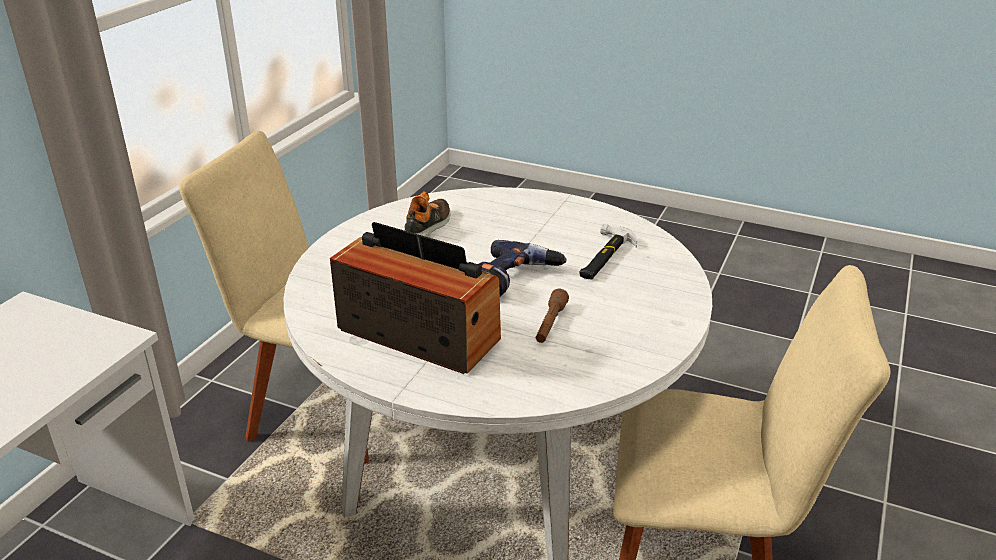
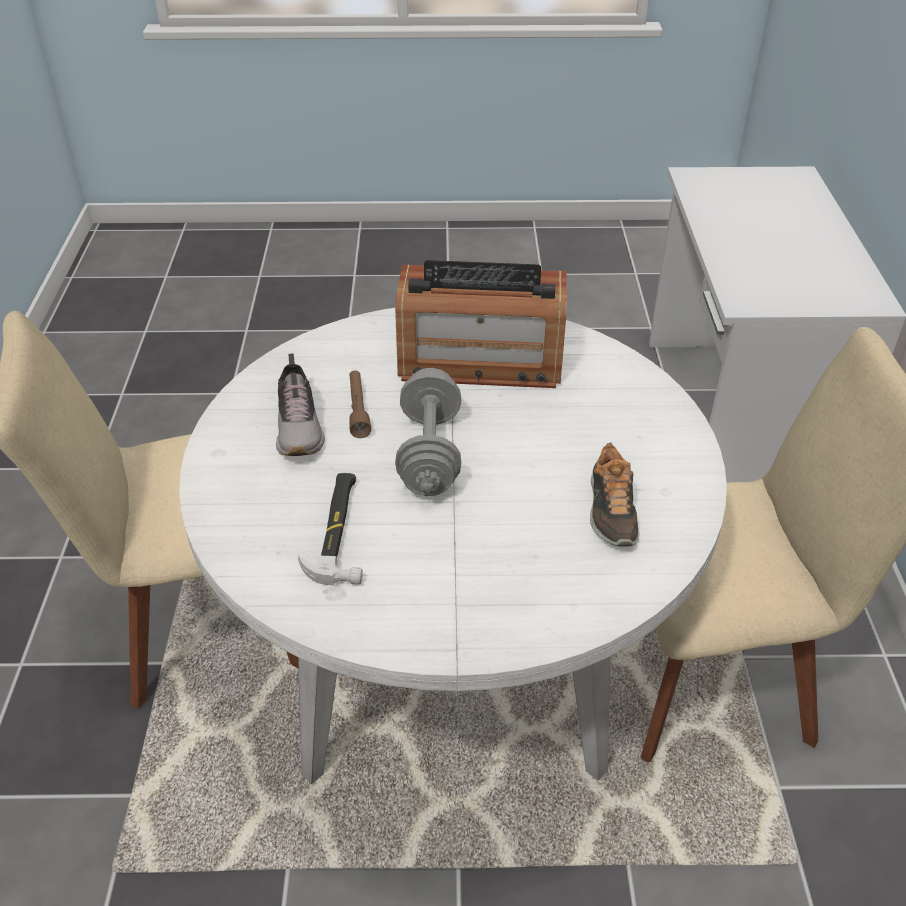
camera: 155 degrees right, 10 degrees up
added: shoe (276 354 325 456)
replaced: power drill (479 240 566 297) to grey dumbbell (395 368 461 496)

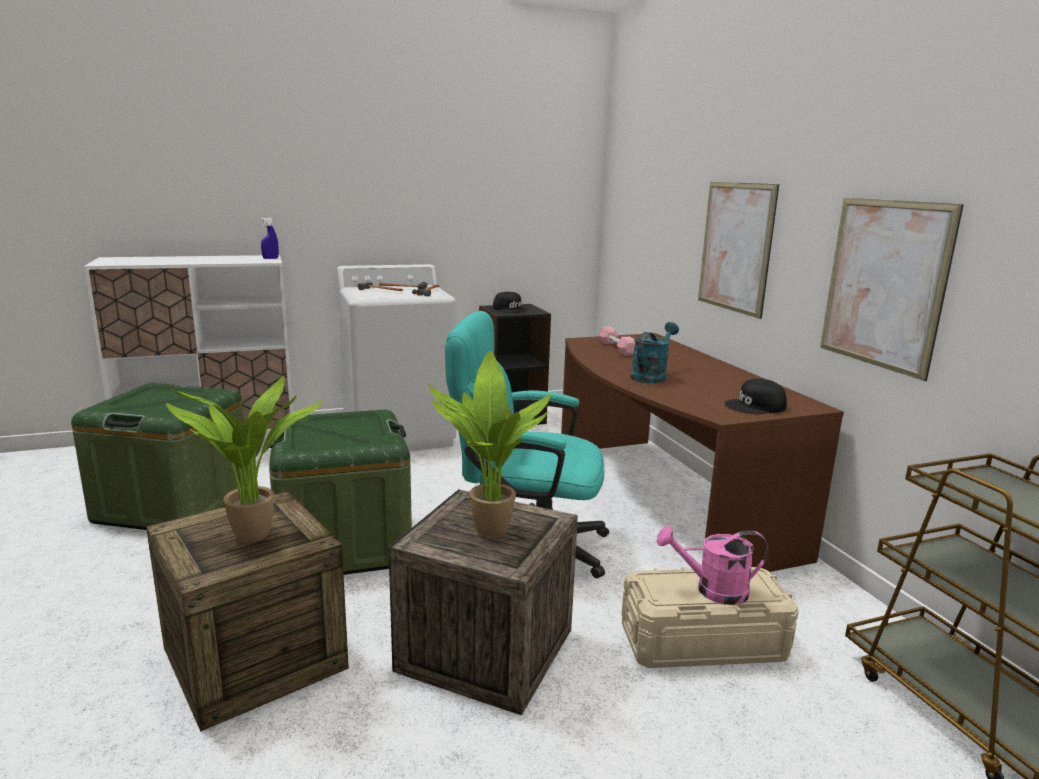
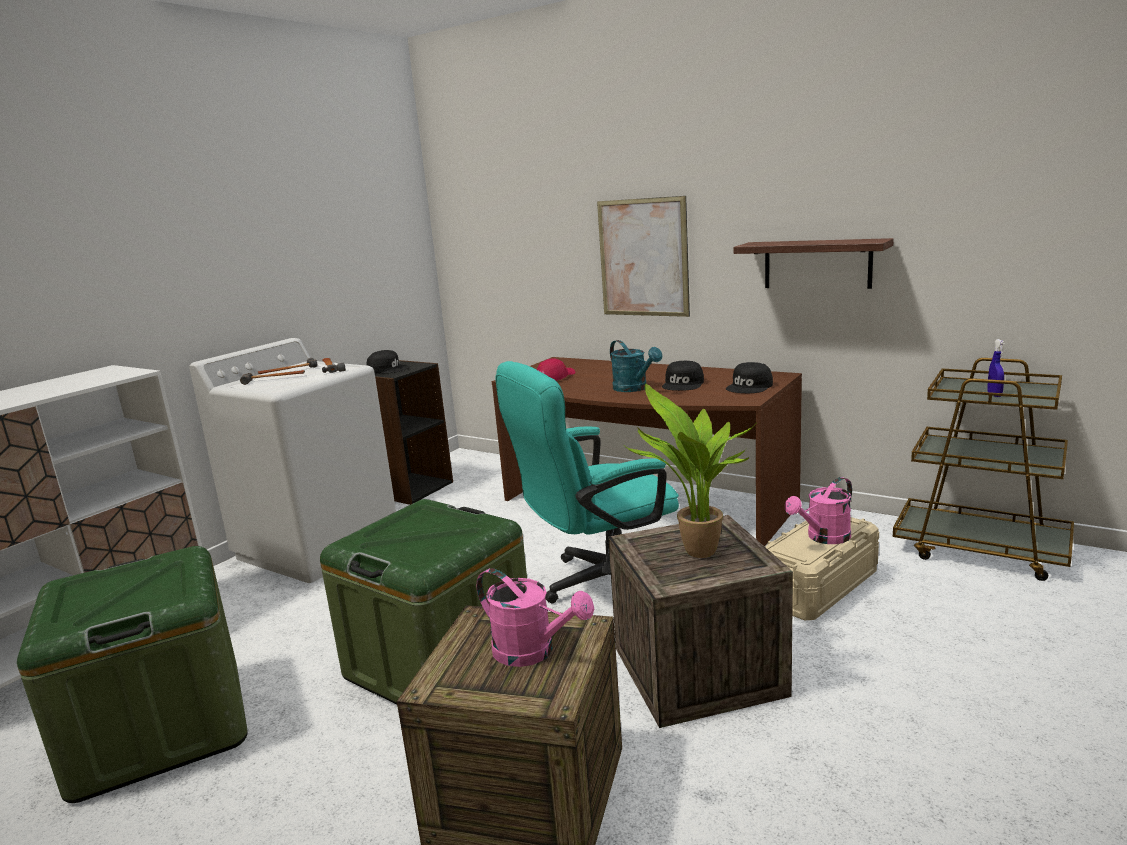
camera: 35 degrees left, 0 degrees up
added: black cap (662 361 704 391)
moved: blue spray bottle (261 217 279 259) to (987 339 1005 397)
replaced: potted plant (166 376 323 543) to pink watering can (477 568 594 667); pink dumbbell (599 327 635 356) to red cap (537 358 575 381); picture (820 198 964 381) to shelf (734 238 894 289)
turned: turquoise watering can (630 322 679 383) = (610 340 662 392) 150 degrees clockwise

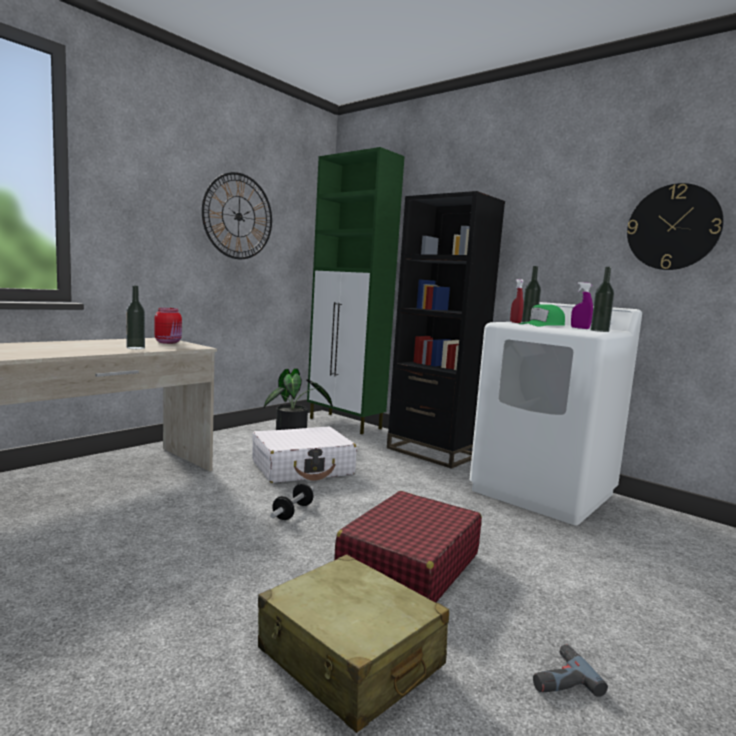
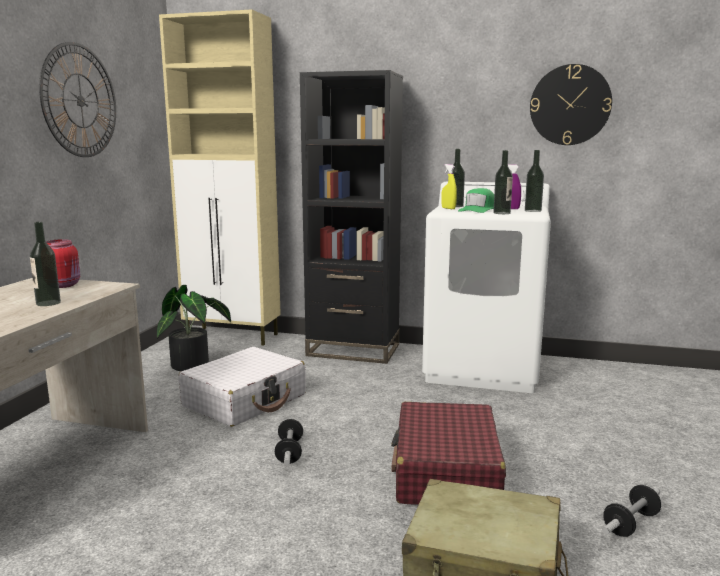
camera: 25 degrees left, 5 degrees up
added: bottle (493 150 513 214)
replaced: power drill (533 644 608 697) to dumbbell (602 485 661 537)
recoloured: green cabinet (307 147 405 434) to beige cabinet (159 9 281 345); red spray bottle (510 279 524 323) to yellow spray bottle (441 164 457 209)

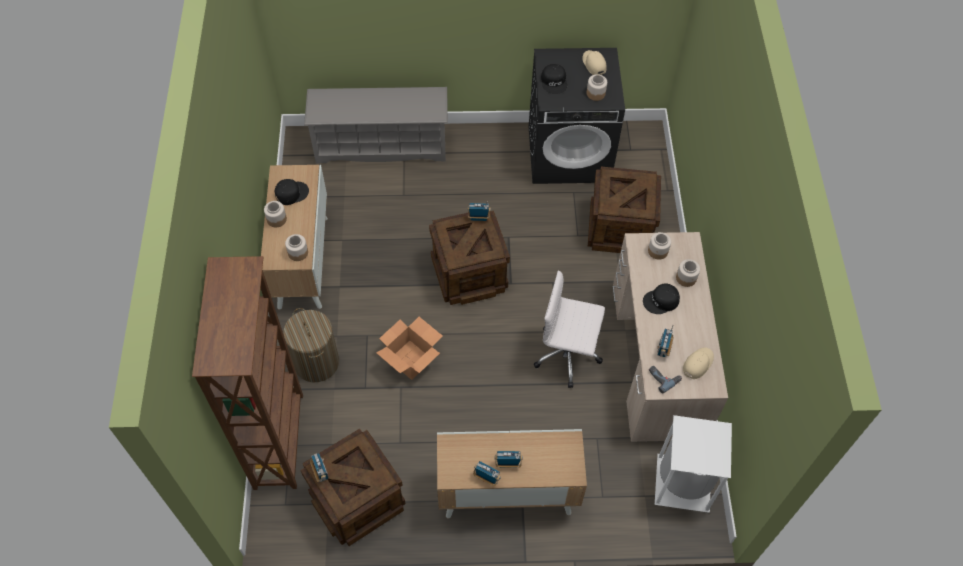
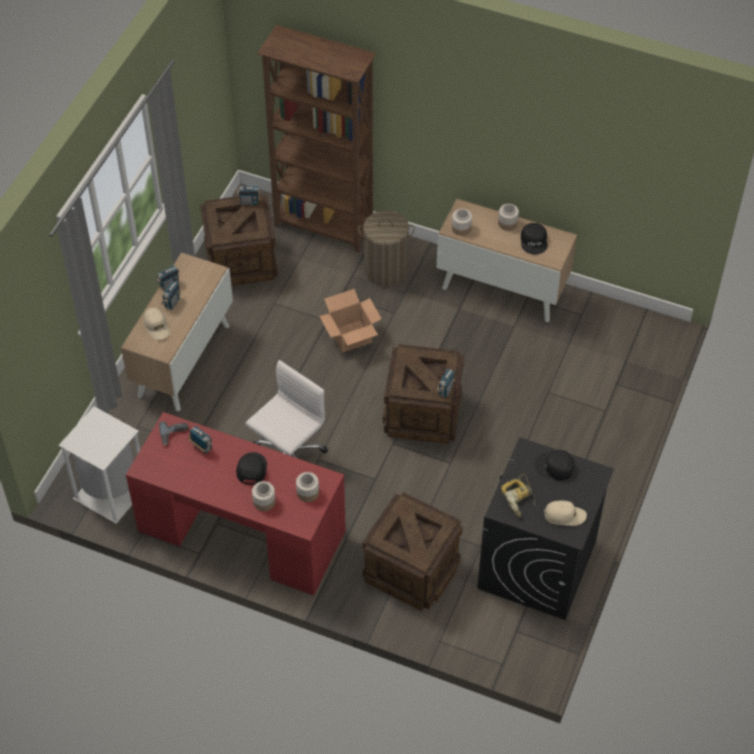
camera: 115 degrees right, 5 degrees down
removed: grey shoe rack (304 87 448 164)
moved: beige cap (683 347 714 379) to (144 308 170 340)
replaced: jar (587 74 607 101) to power drill (501 474 535 517)
recoloured: beige desk (613 232 728 442) to red desk (126 412 346 596)

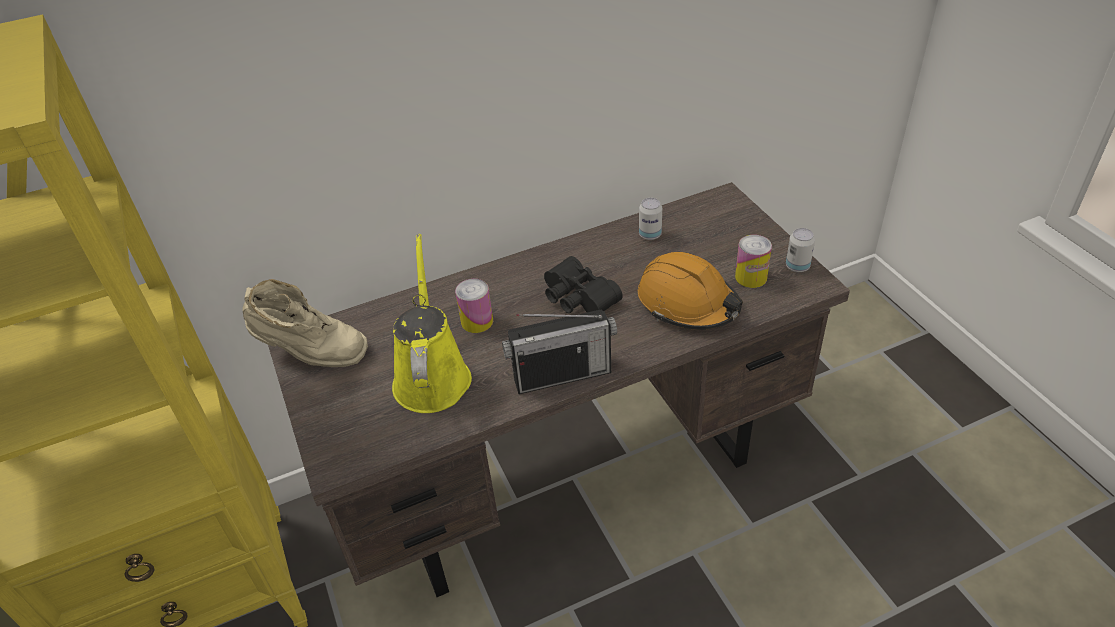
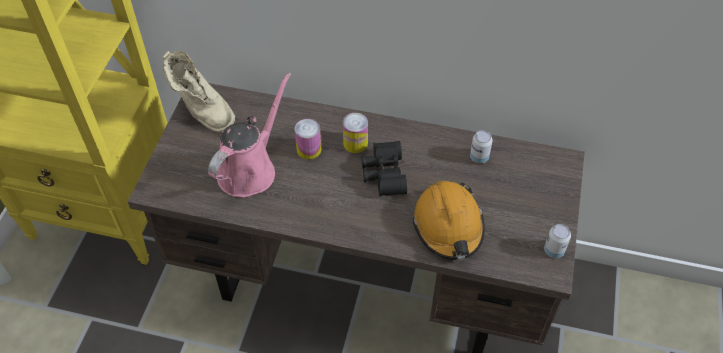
camera: 35 degrees right, 10 degrees up
removed: radio (502 310 617 394)
moved: can (735 235 772 288) to (343 113 368 153)
recoloured: yellow watering can (392 234 472 413) to pink watering can (208 72 291 198)

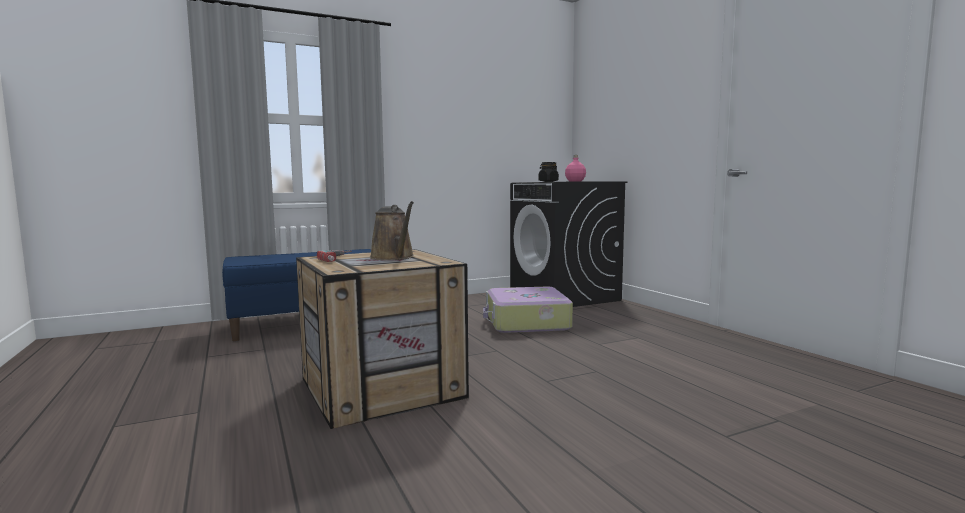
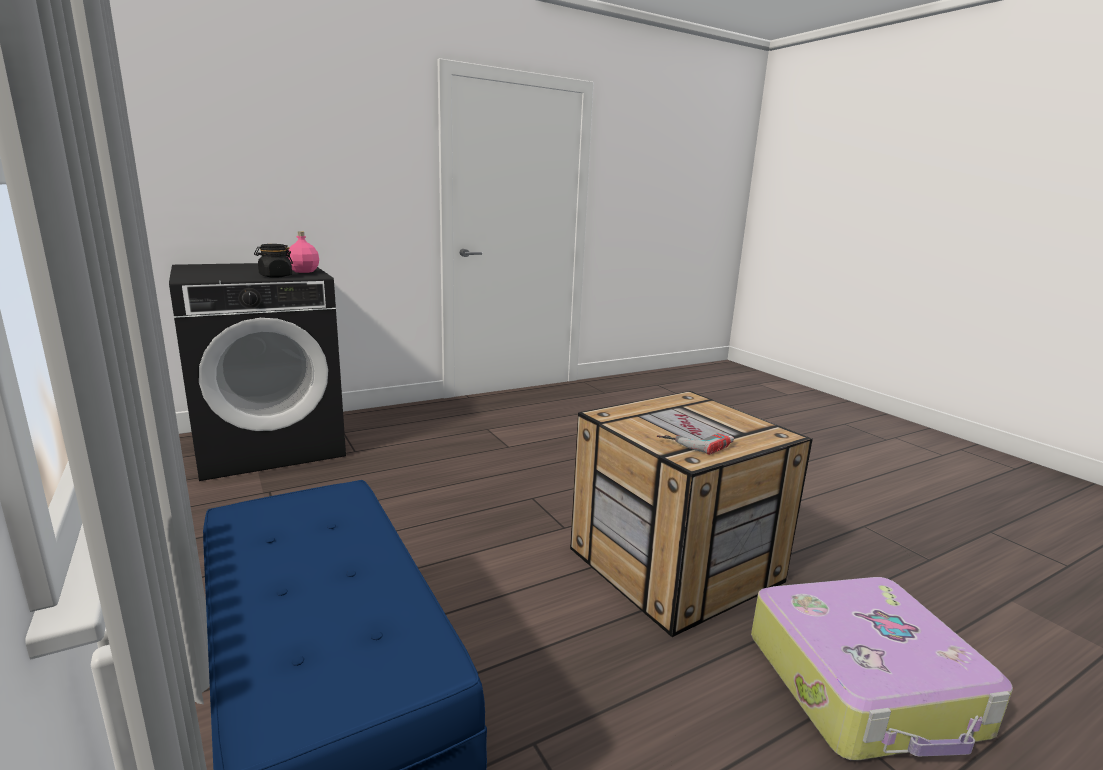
camera: 95 degrees left, 10 degrees up
removed: brown watering can (370 201 414 260)
moved: suitcase (483 287 573 333) to (751 577 1013 761)

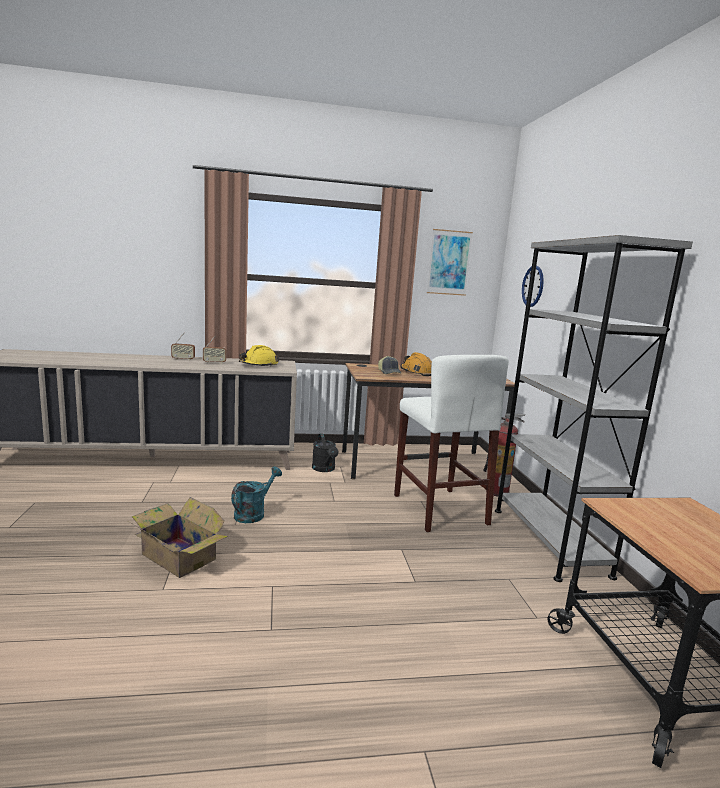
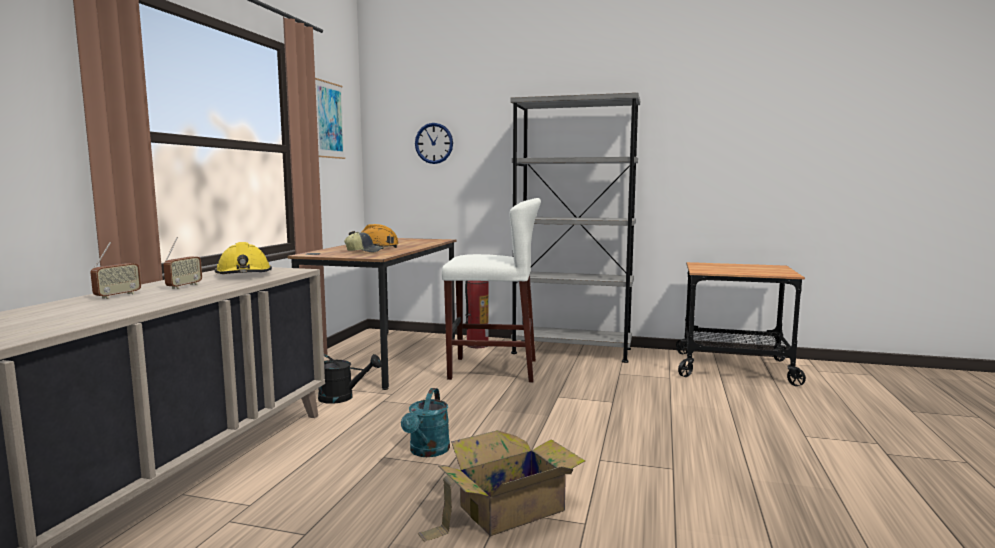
camera: 65 degrees left, 5 degrees down
turned: turquoise watering can (231 466 282 523) = (401 388 450 457) 135 degrees counterclockwise

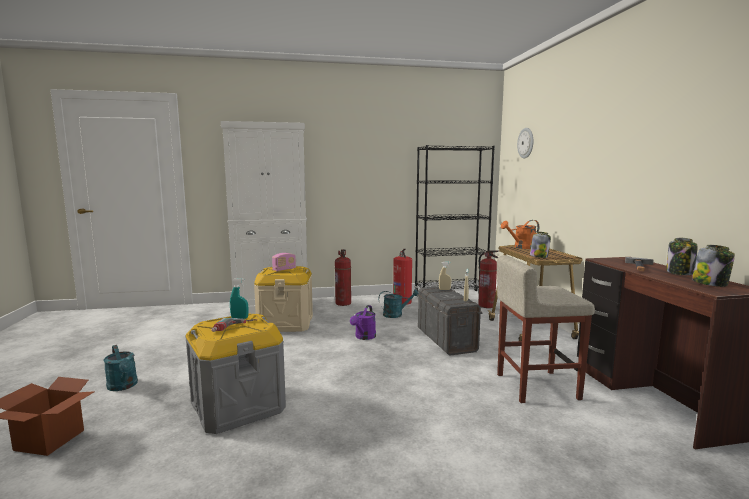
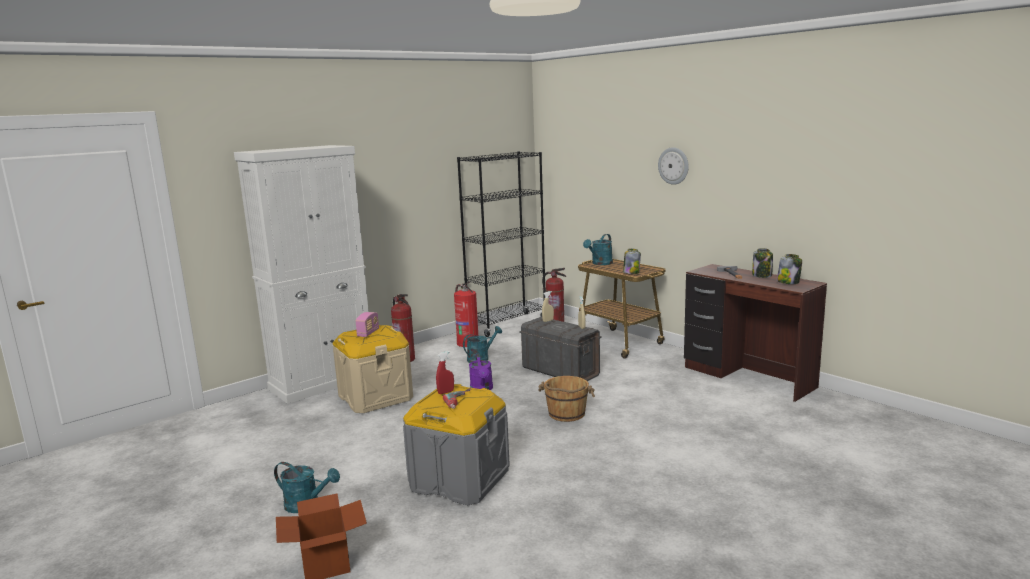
camera: 30 degrees left, 5 degrees up
removed: beige stool (497 255 595 403)
added: brown bucket (538 376 595 422)
moved: wall clock (517 128 533 158) to (658 147 689 185)
recoloured: turquoise spray bottle (230 279 248 319) to red spray bottle (436 351 454 394); orange watering can (501 220 539 249) to turquoise watering can (583 234 613 265)

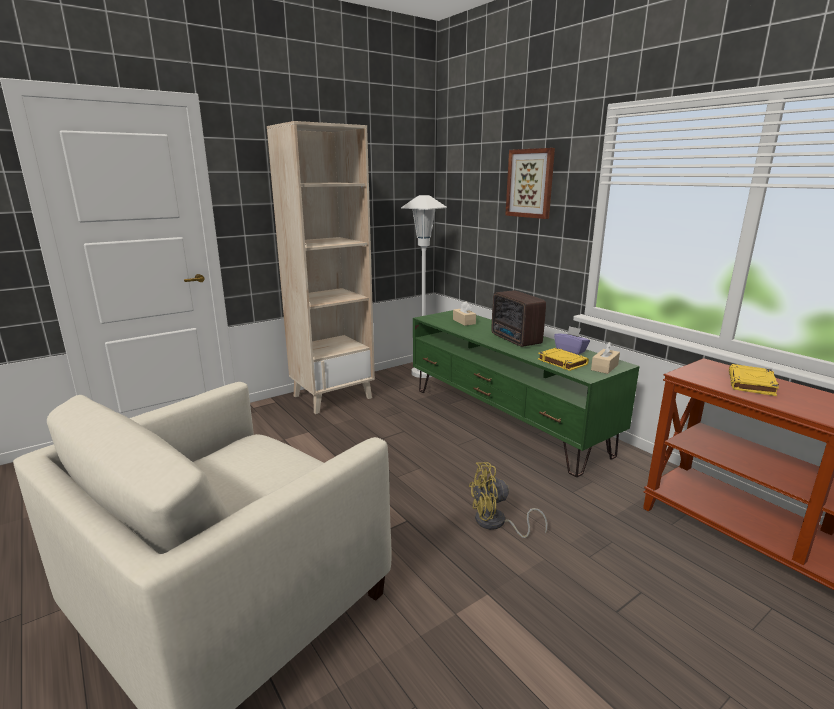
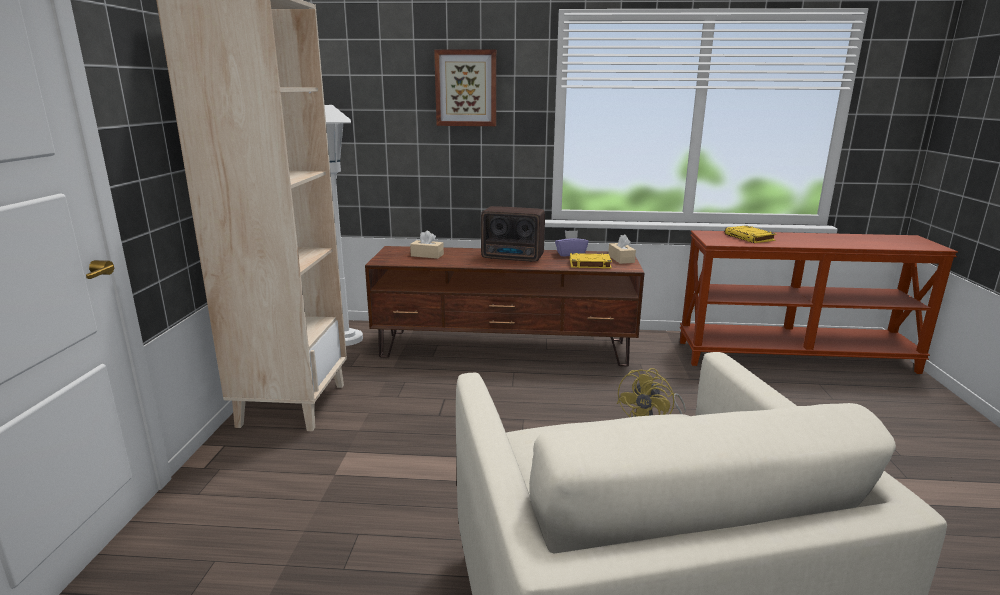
camera: 50 degrees left, 0 degrees up
recoloured: green tv stand (413 310 640 477) to brown tv stand (365 246 644 366)

